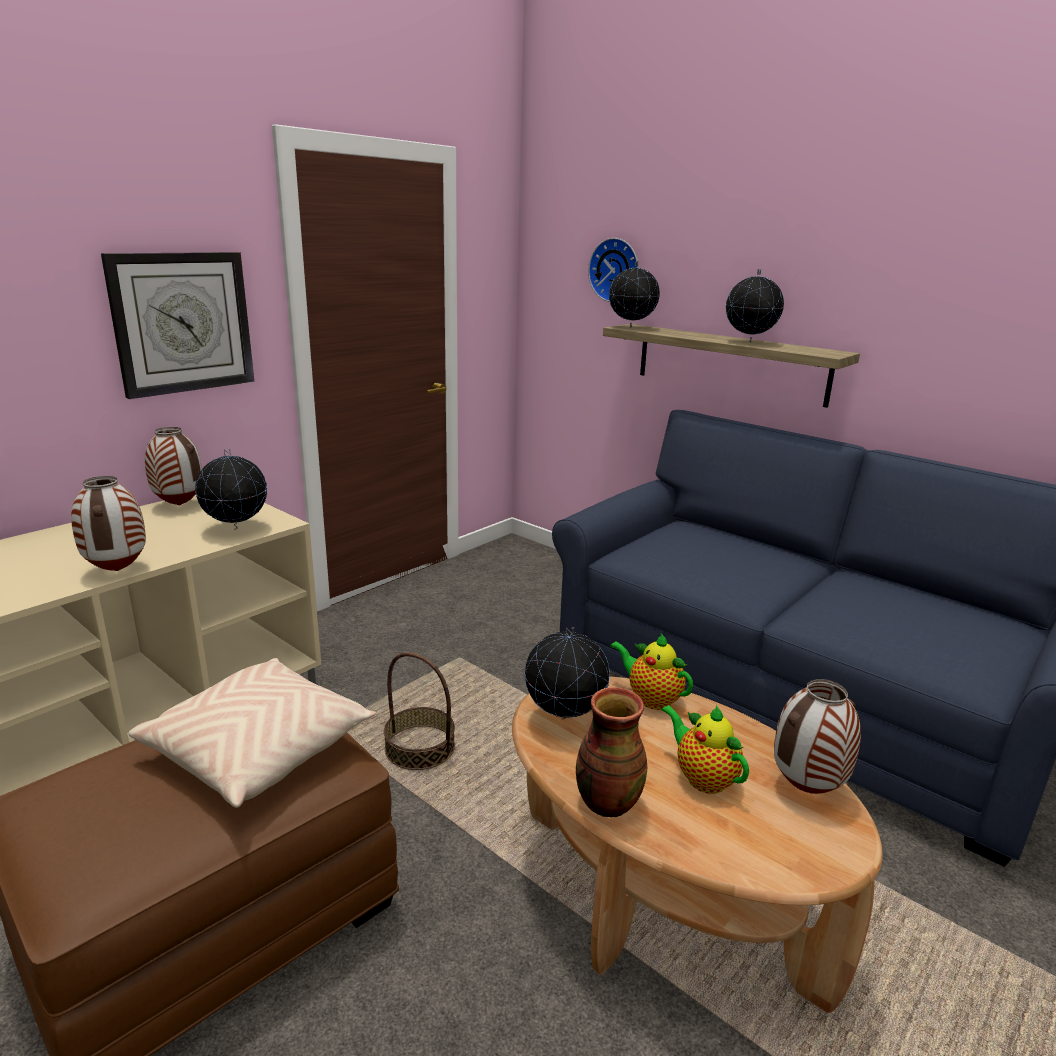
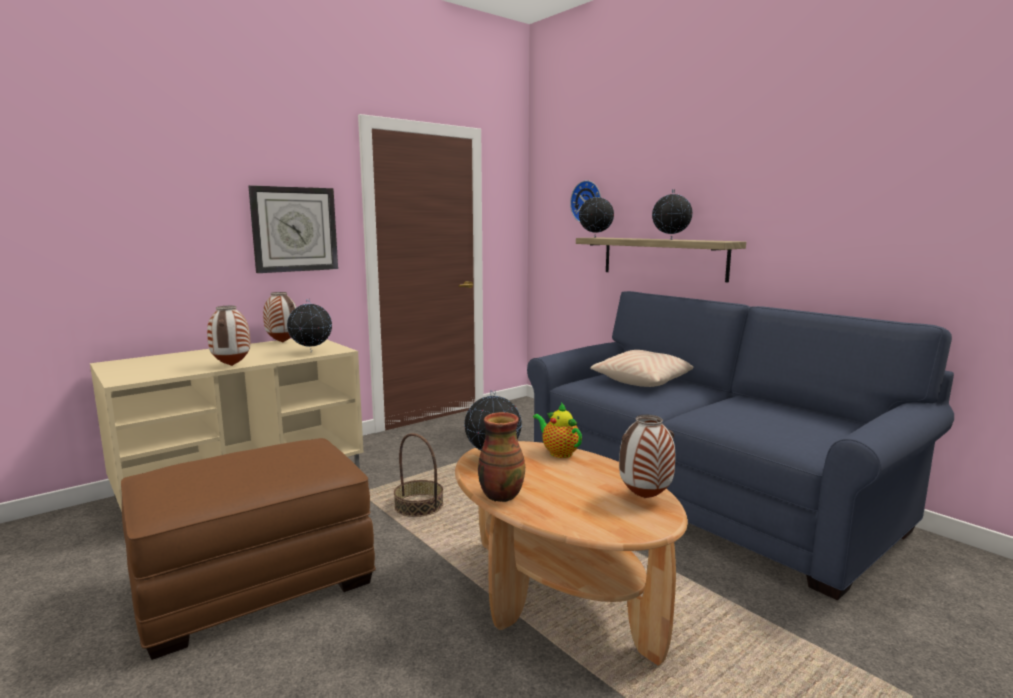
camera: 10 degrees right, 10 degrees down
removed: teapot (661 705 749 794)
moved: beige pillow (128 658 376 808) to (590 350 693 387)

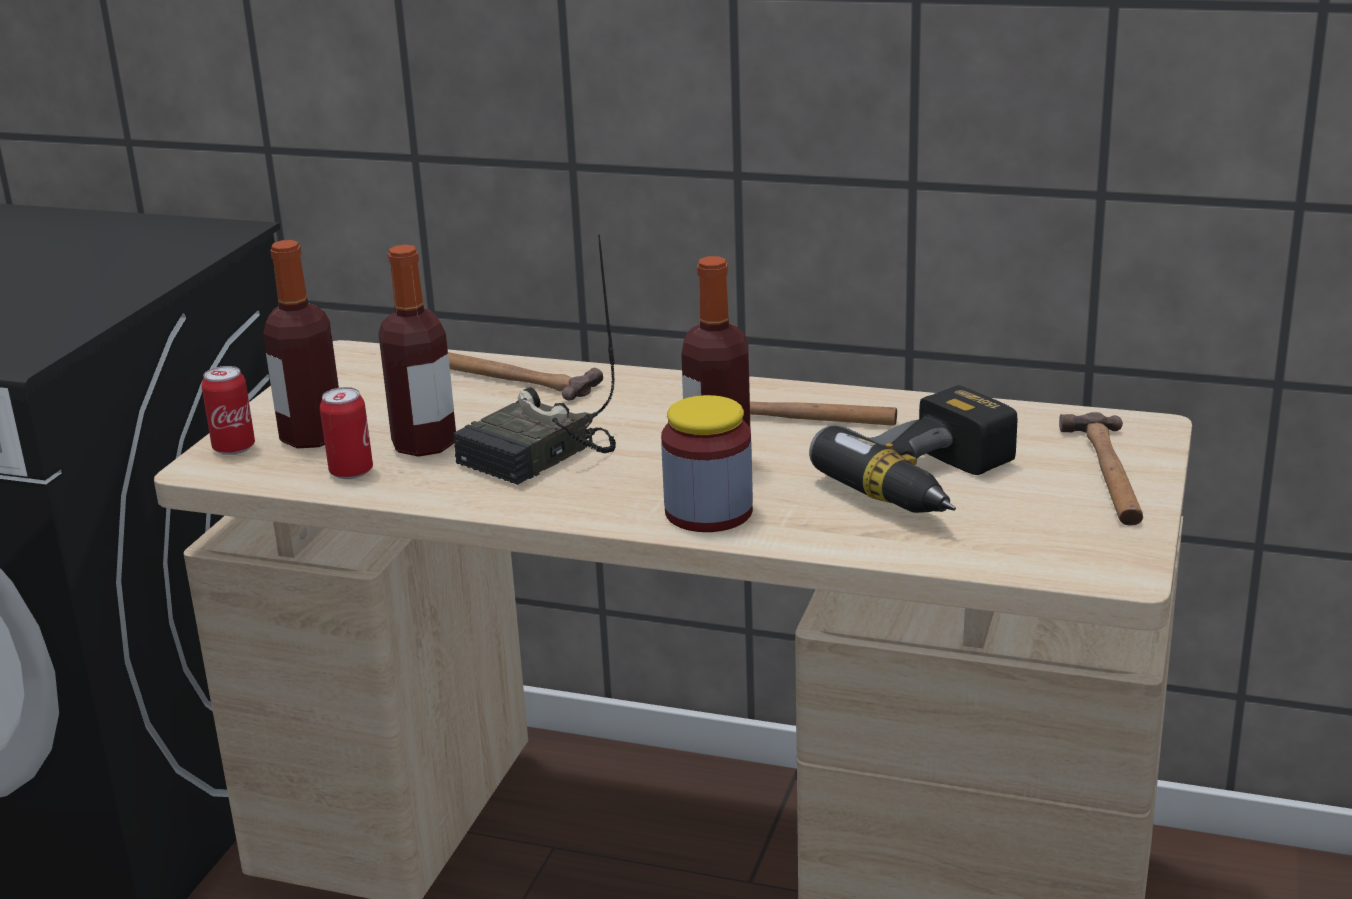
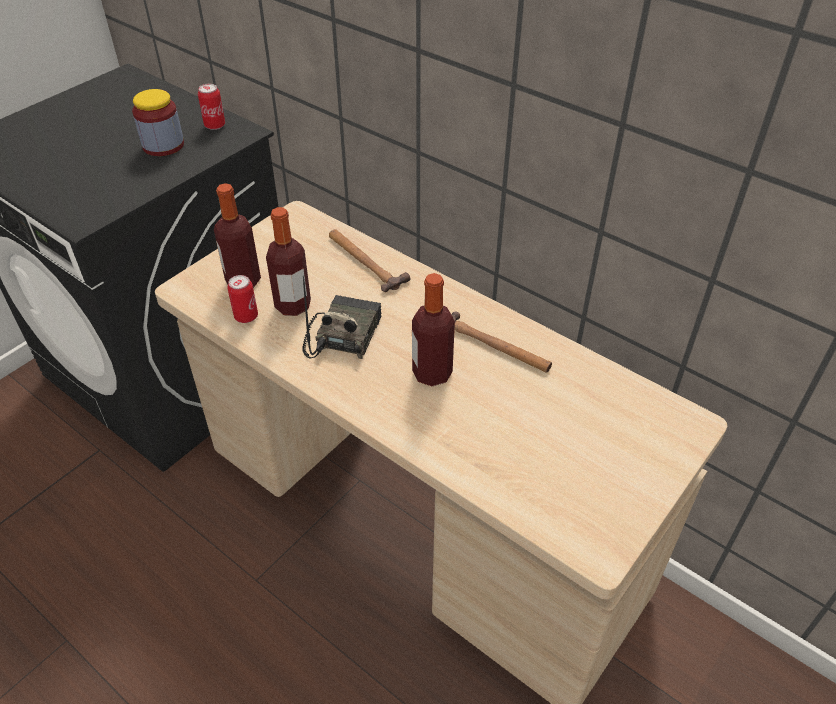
camera: 20 degrees right, 20 degrees up
removed: power drill (809 385 1017 513); hammer (1059 412 1143 526)
moved: jar (661 395 753 532) to (132 89 184 156); can (202 366 255 455) to (198 84 225 130)
turned: radio (453 234 616 485) = (302 276 382 359) 135 degrees clockwise

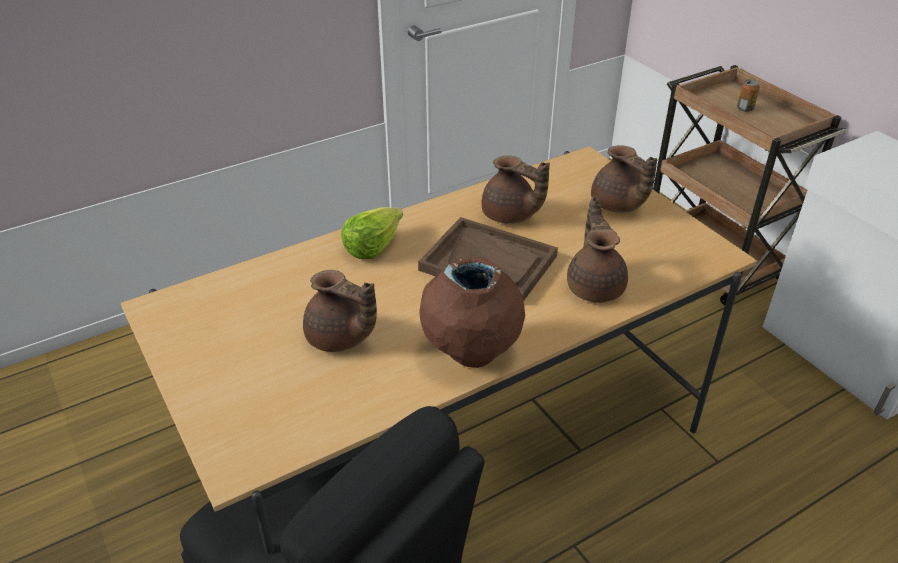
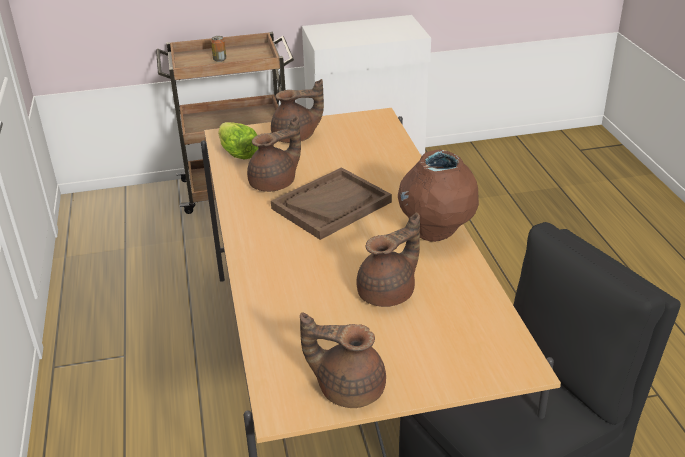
camera: 70 degrees left, 5 degrees down
moved: lettuce (341 207 403 259) to (218 122 259 159); brown teapot (567 196 628 302) to (300 312 386 408)

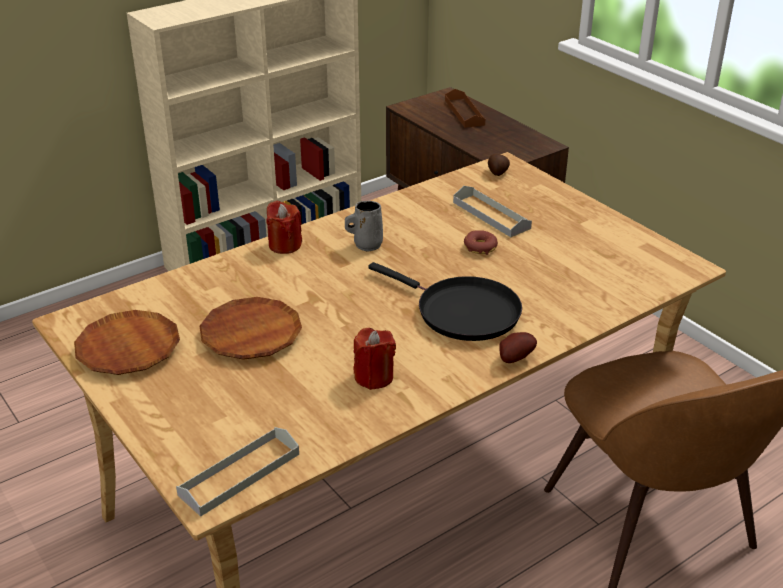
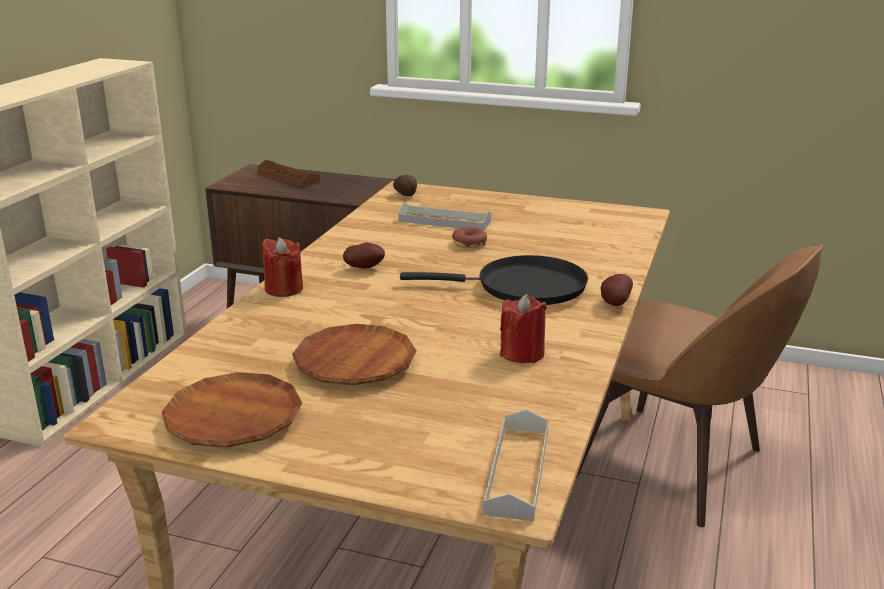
camera: 35 degrees left, 10 degrees down
replaced: grey mug (345 201 383 252) to potato (343 242 385 269)

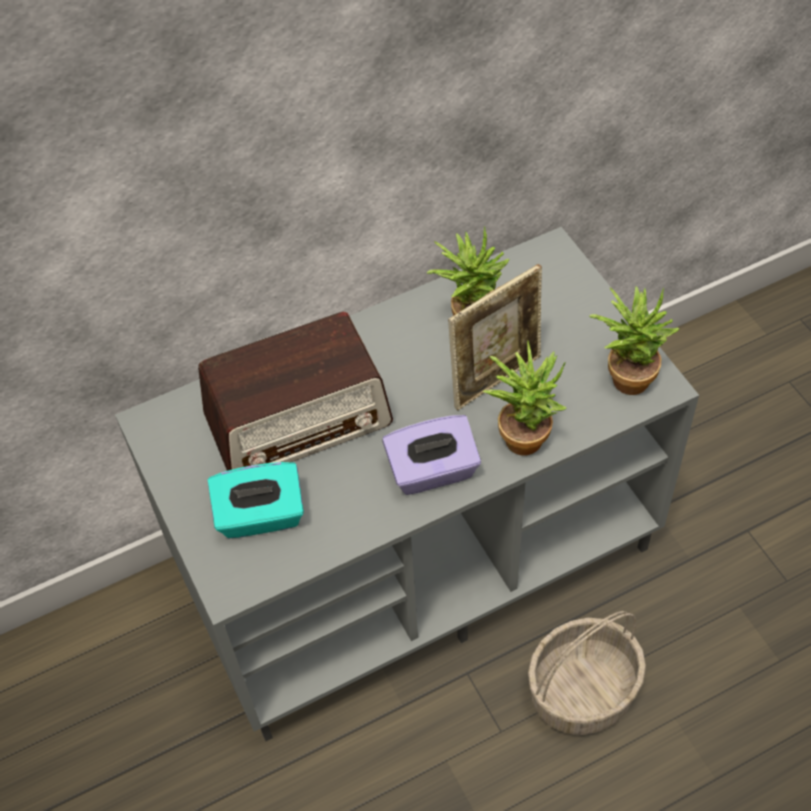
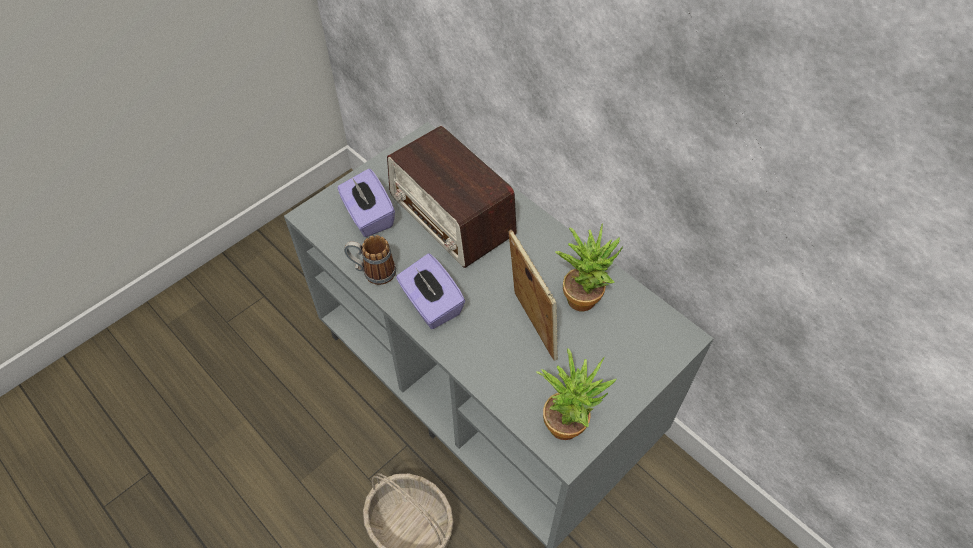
camera: 70 degrees right, 0 degrees up
removed: potted plant (483 340 567 456)
added: mug (344 235 396 285)
recoloured: turquoise tissue box (208 462 304 538) to purple tissue box (337 169 395 237)
turned: picture frame (448 264 542 411) = (508 230 558 361) 150 degrees counterclockwise

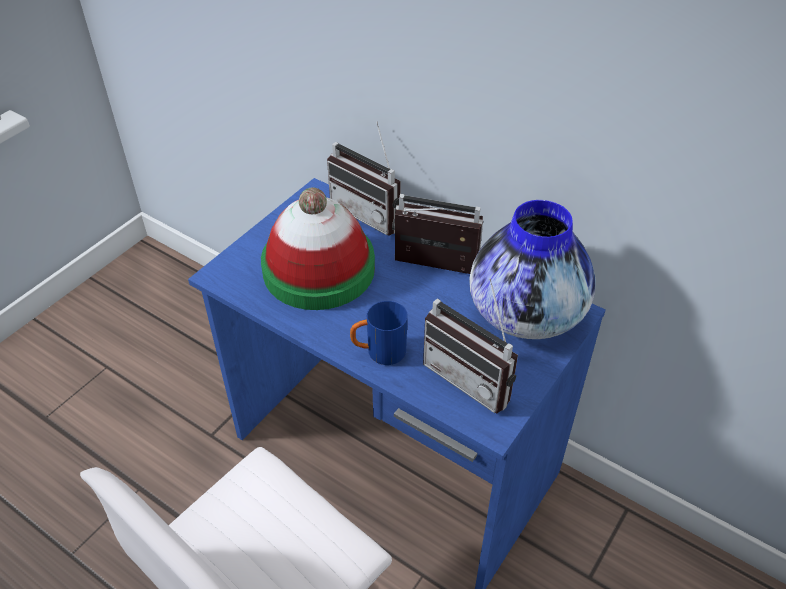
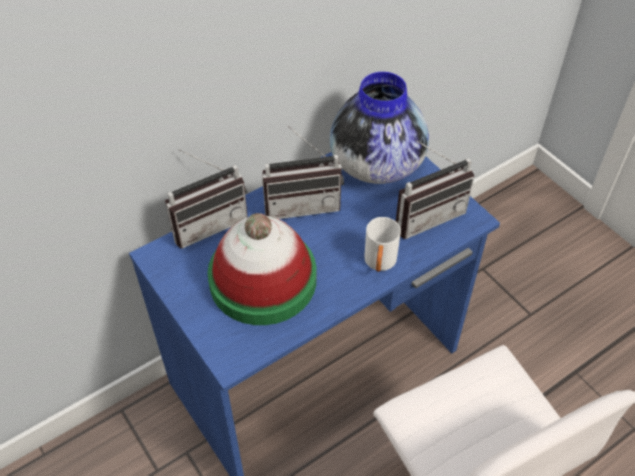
camera: 70 degrees left, 5 degrees up
recoloured: blue mug (350 301 408 365) to white mug (365 217 401 272)
turned: radio (392 194 483 274) = (262 126 344 219) 135 degrees counterclockwise

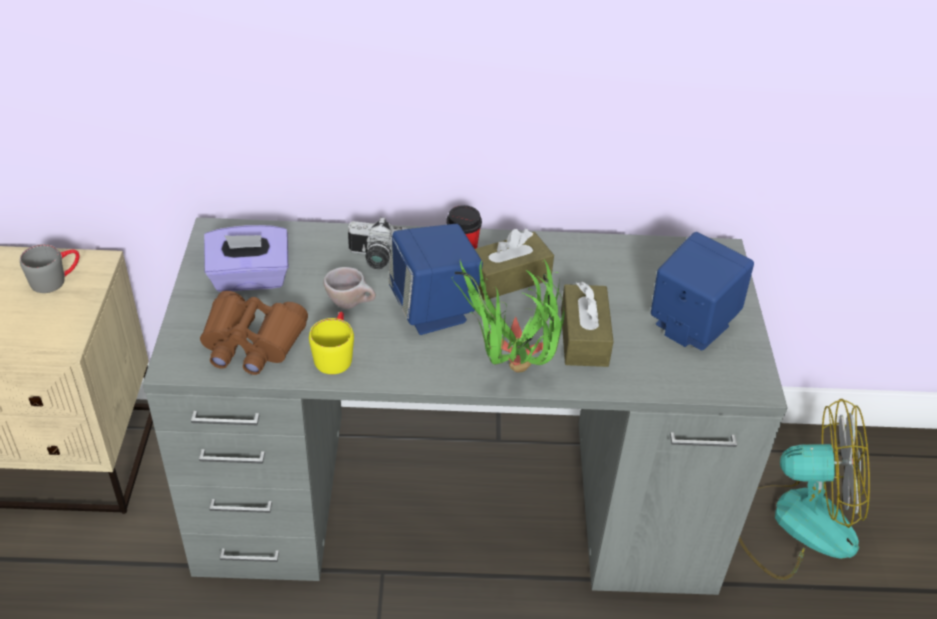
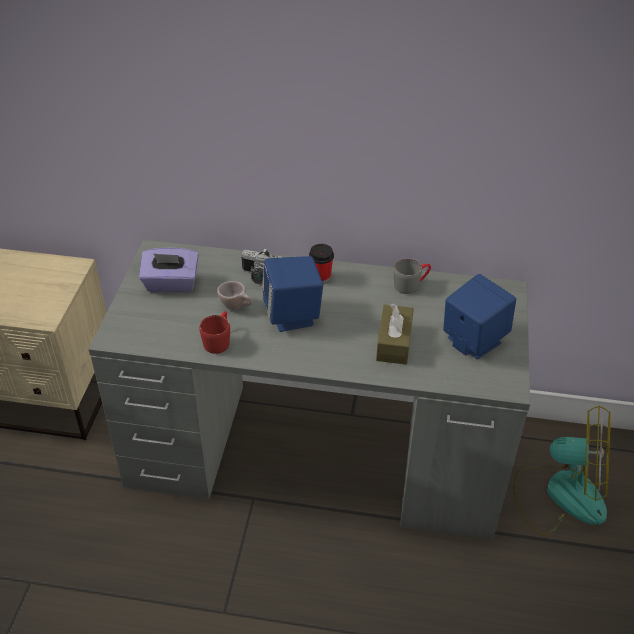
camera: 10 degrees right, 0 degrees up
removed: brown binoculars (200 291 308 375); potted plant (452 260 565 372); brown tissue box (475 229 554 300)
moved: grey mug (20 244 80 293) to (394 258 431 294)
recoloured: yellow mug (309 312 354 374) to red mug (199 311 230 354)

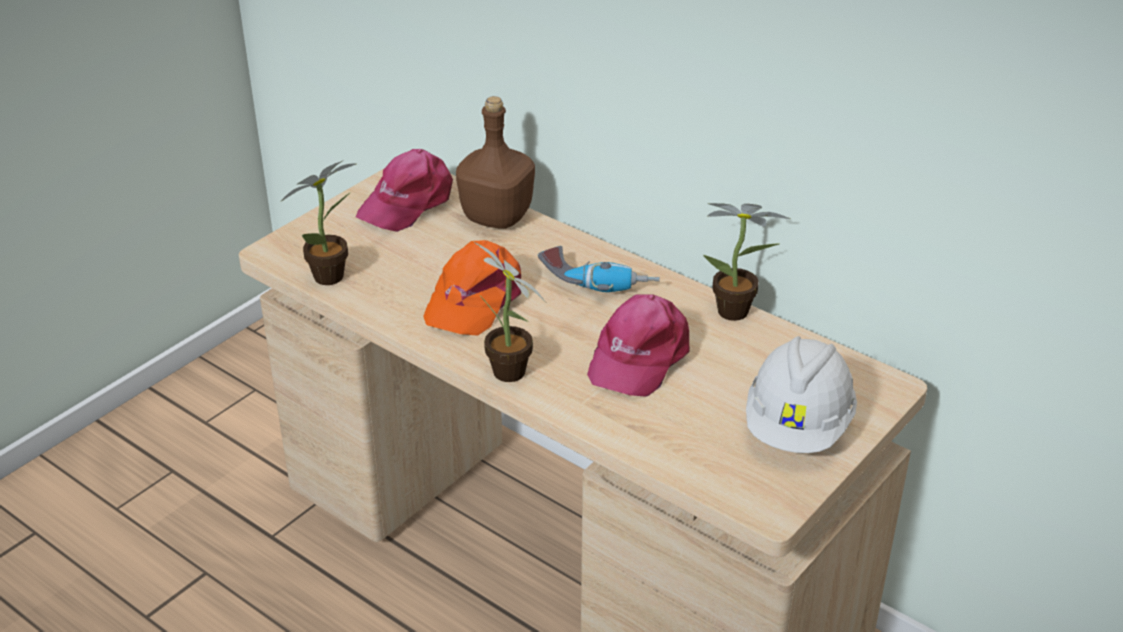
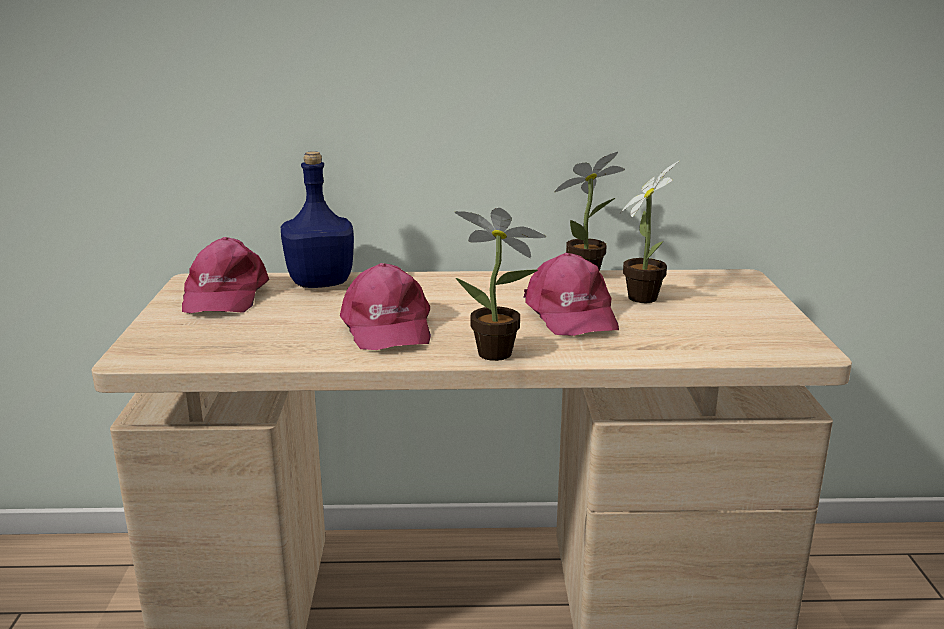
camera: 40 degrees left, 15 degrees down
removed: power drill (538 246 660 292); white hard hat (746 336 857 453)
moved: potted plant (280 160 356 285) to (620 161 679 303)
recoloured: brown bottle (456 96 535 229) to blue bottle (281 151 354 288); orange cap (423 240 521 336) to pink cap (340 263 431 350)

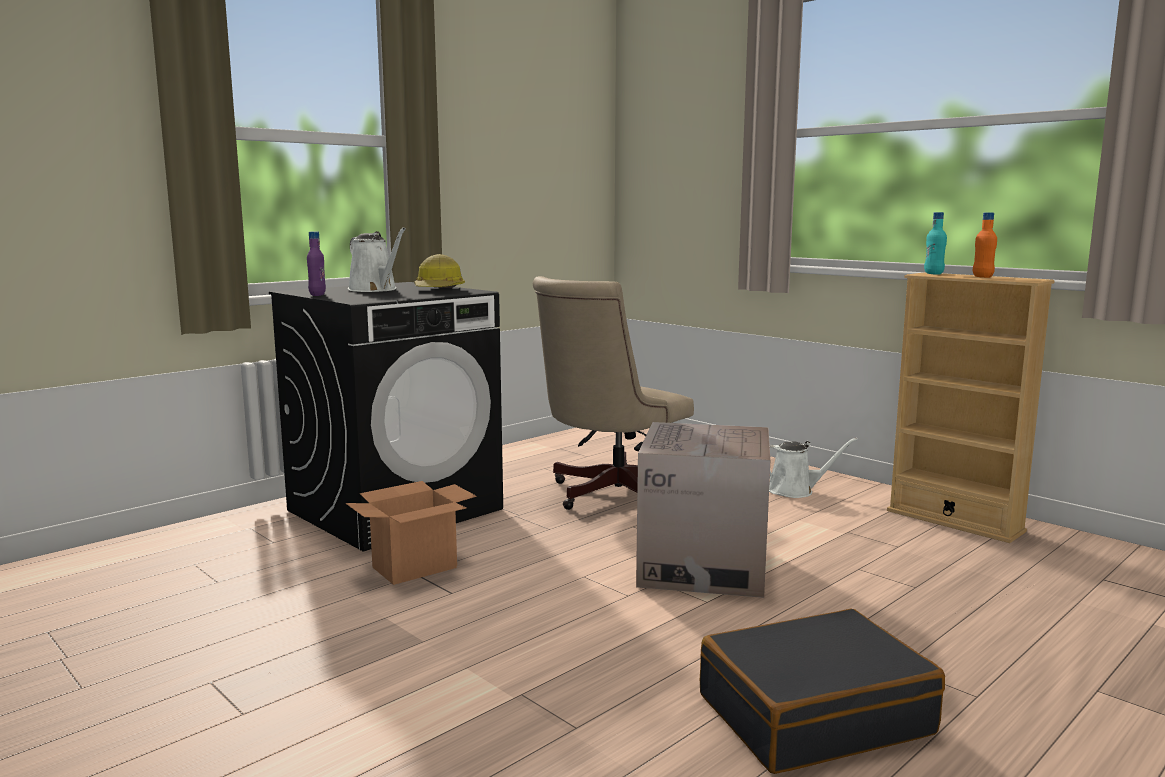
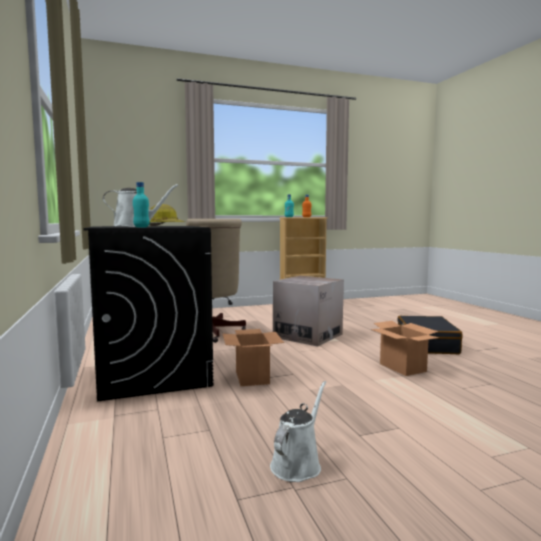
camera: 65 degrees left, 5 degrees down
added: cardboard box (371 321 439 376)
moved: white watering can (769 438 858 498) to (270 381 326 482)
recoloured: purple bottle (307 231 326 296) to turquoise bottle (133 182 150 227)

